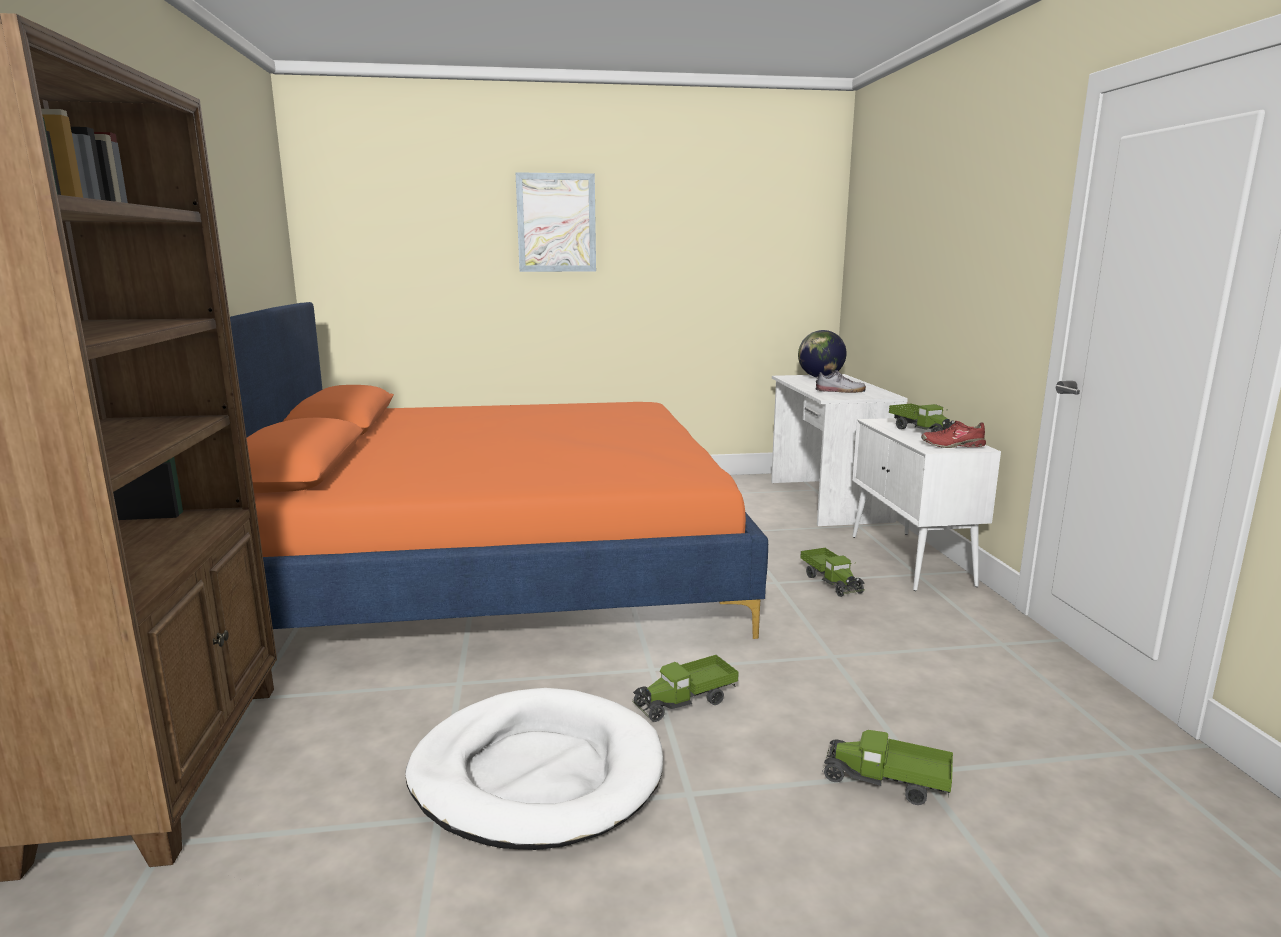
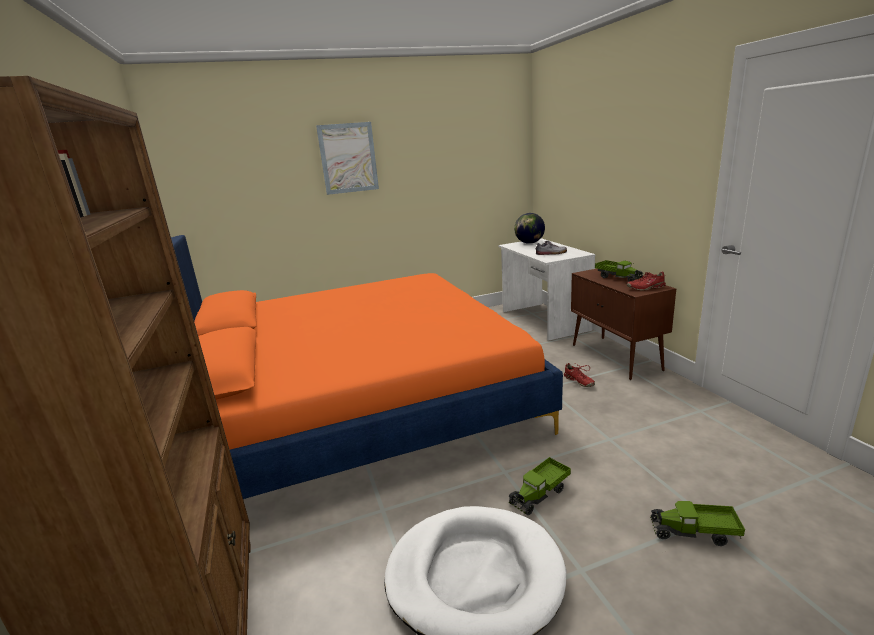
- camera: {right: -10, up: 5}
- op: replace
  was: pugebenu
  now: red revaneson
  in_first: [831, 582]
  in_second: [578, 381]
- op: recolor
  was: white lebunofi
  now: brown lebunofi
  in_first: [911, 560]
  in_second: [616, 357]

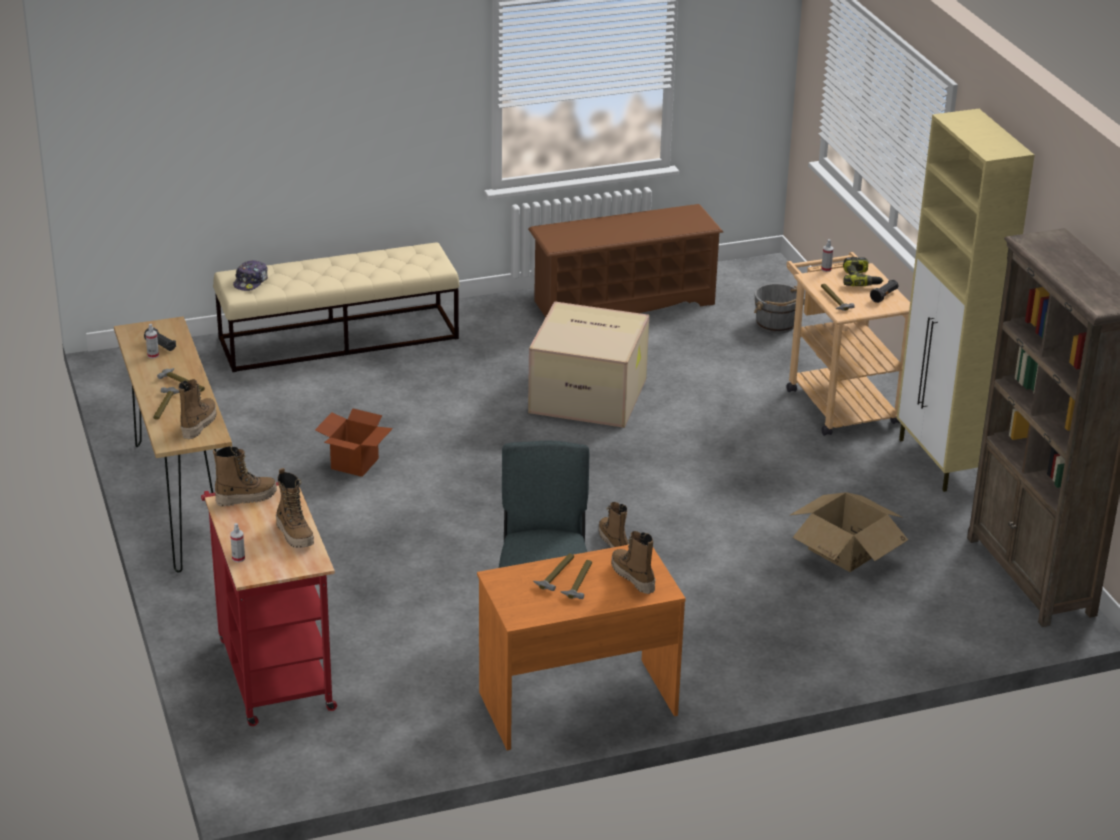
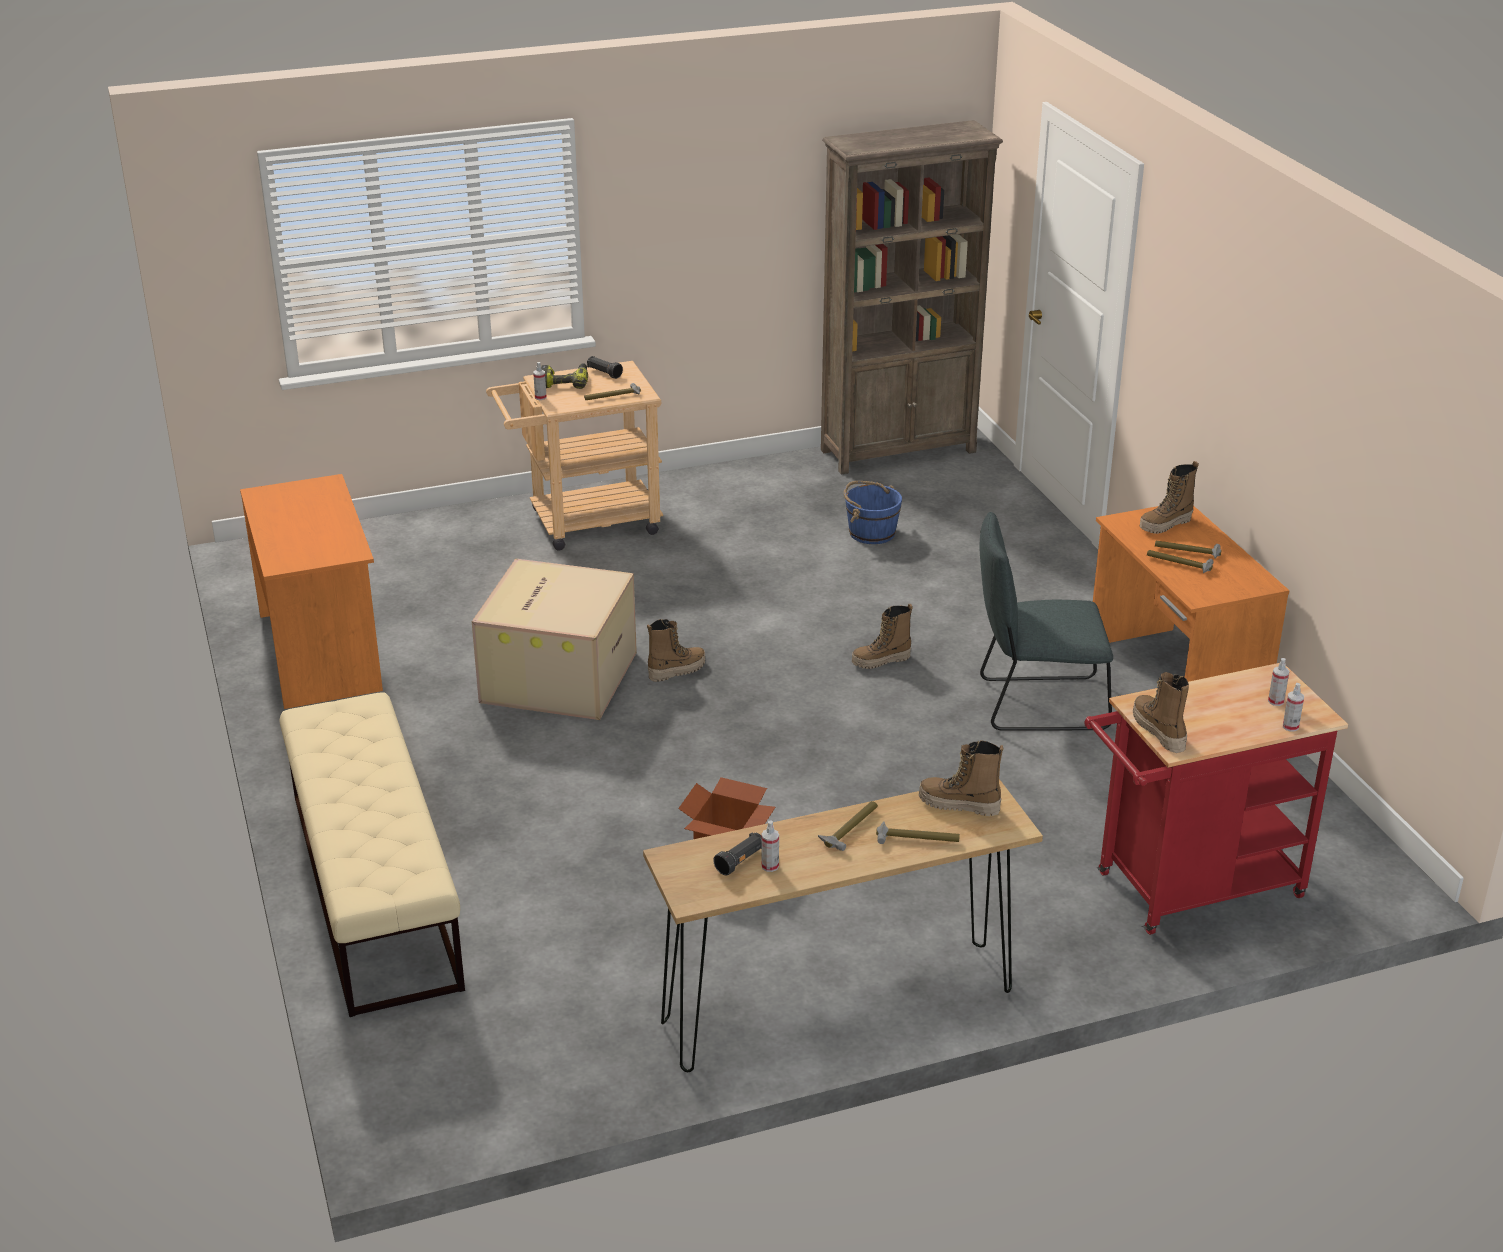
- camera: {right: -90, up: 0}
- op: delete
  was: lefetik
  in_first: [251, 281]
- op: move
  was: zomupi
  in_first: [295, 534]
  in_second: [677, 670]
- op: replace
  was: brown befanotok
  now: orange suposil
  in_first: [623, 302]
  in_second: [322, 651]
- op: delete
  was: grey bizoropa
  in_first: [776, 324]
- op: replace
  was: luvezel
  now: blue bizoropa
  in_first: [846, 550]
  in_second: [871, 532]
- op: delete
  was: beige lebunofi
  in_first: [940, 462]
- op: insert
  now: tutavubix
  in_second: [1276, 701]

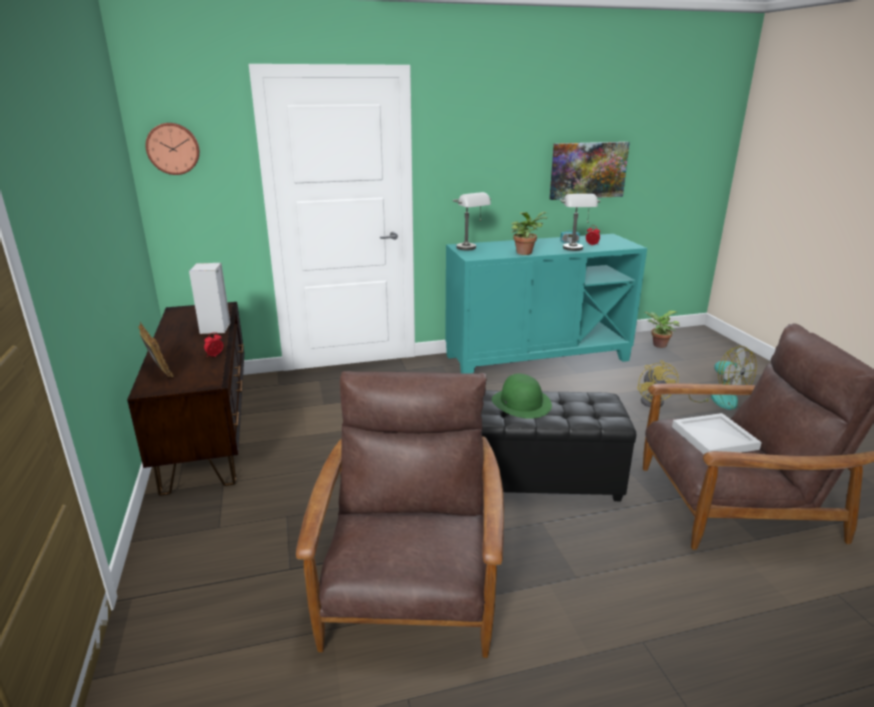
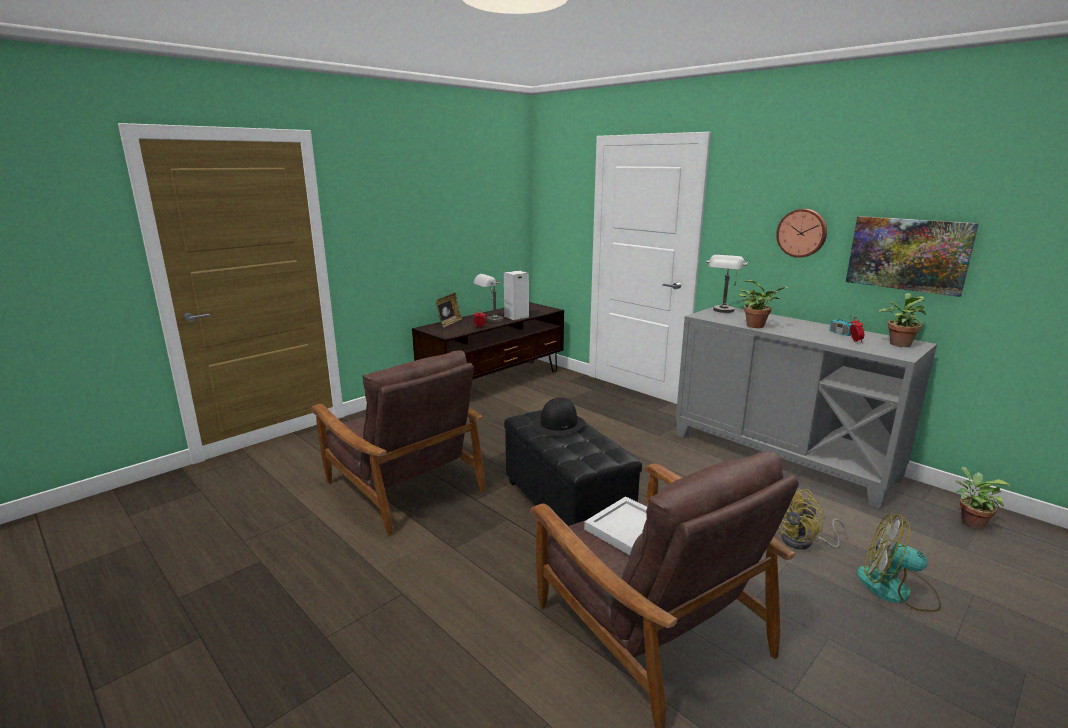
- camera: {right: 60, up: -5}
- op: move
  was: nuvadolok
  in_first: [173, 148]
  in_second: [802, 233]
- op: rotate
  was: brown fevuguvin
  in_first: [410, 583]
  in_second: [403, 486]
  clockwise: 75
- op: recolor
  was: turquoise lebunofi
  now: grey lebunofi
  in_first: [537, 358]
  in_second: [781, 455]
- op: recolor
  was: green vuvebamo
  now: black vuvebamo
  in_first: [521, 403]
  in_second: [558, 424]
- op: move
  was: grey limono
  in_first: [575, 250]
  in_second: [490, 320]
- op: rotate
  was: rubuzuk
  in_first: [717, 397]
  in_second: [896, 590]
  clockwise: 90
- op: insert
  now: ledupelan
  in_second: [898, 343]

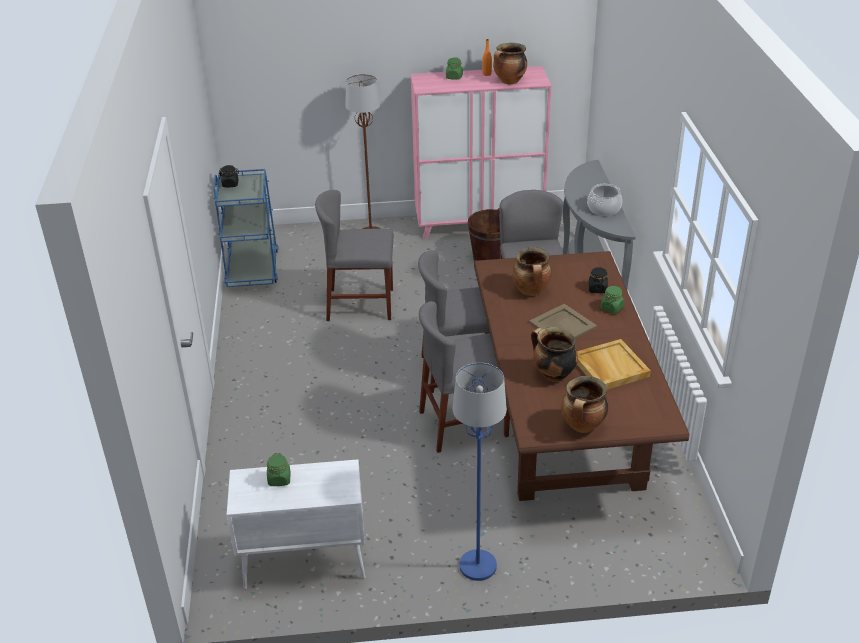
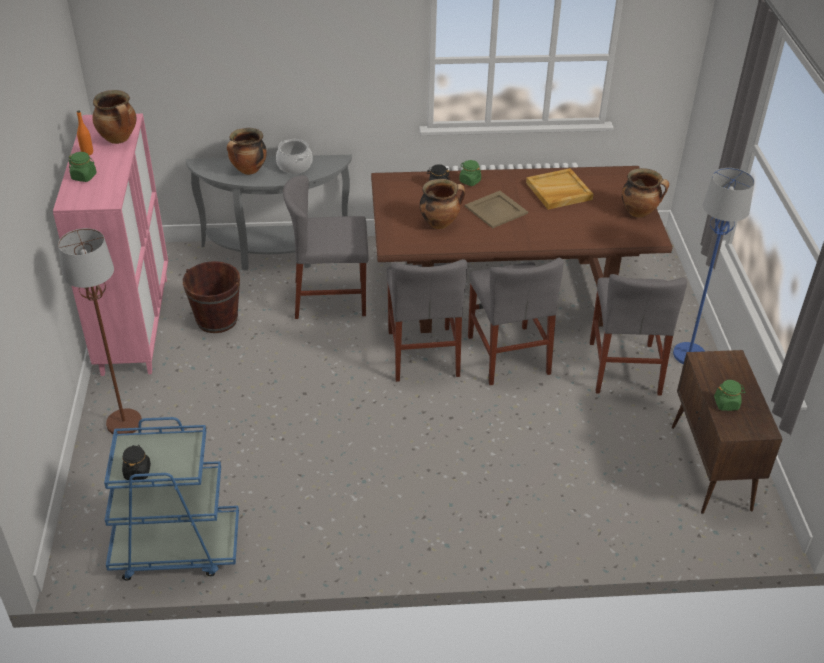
- camera: {right: -90, up: 5}
- op: recolor
  was: white lebunofi
  now: brown lebunofi
  in_first: [303, 563]
  in_second: [711, 468]
- op: move
  was: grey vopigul
  in_first: [360, 304]
  in_second: [624, 368]
- op: move
  was: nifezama
  in_first: [552, 374]
  in_second: [248, 170]

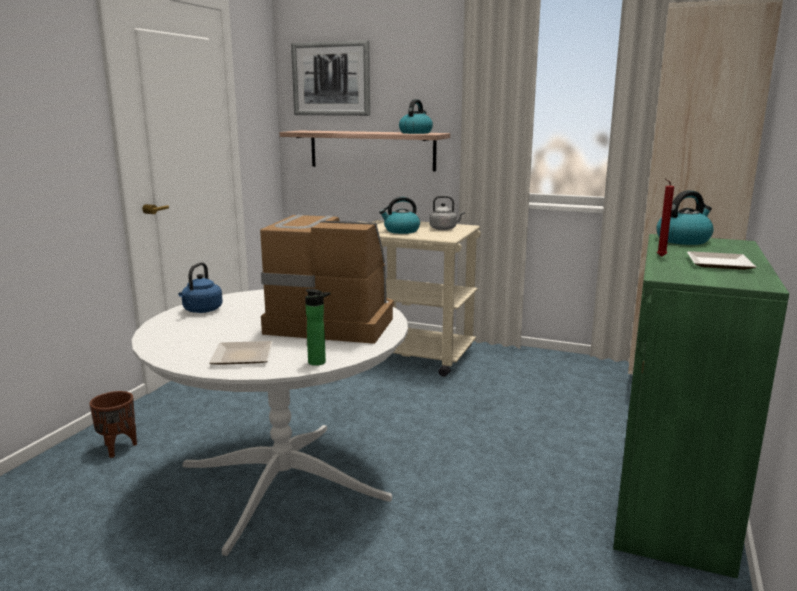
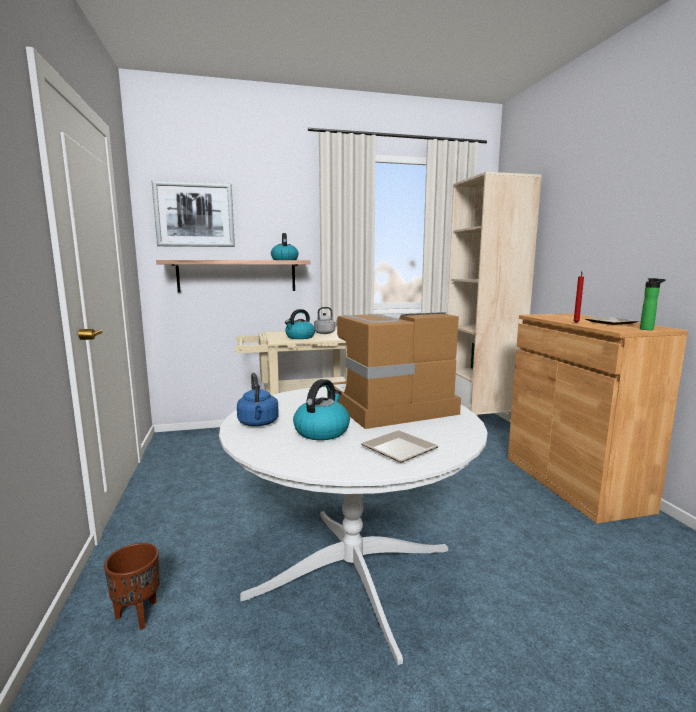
- camera: {right: -35, up: -5}
- op: move
  was: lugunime
  in_first: [319, 363]
  in_second: [648, 329]
- op: recolor
  was: green lebunofi
  now: brown lebunofi
  in_first: [672, 500]
  in_second: [574, 483]
- op: move
  was: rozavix
  in_first: [683, 240]
  in_second: [322, 431]

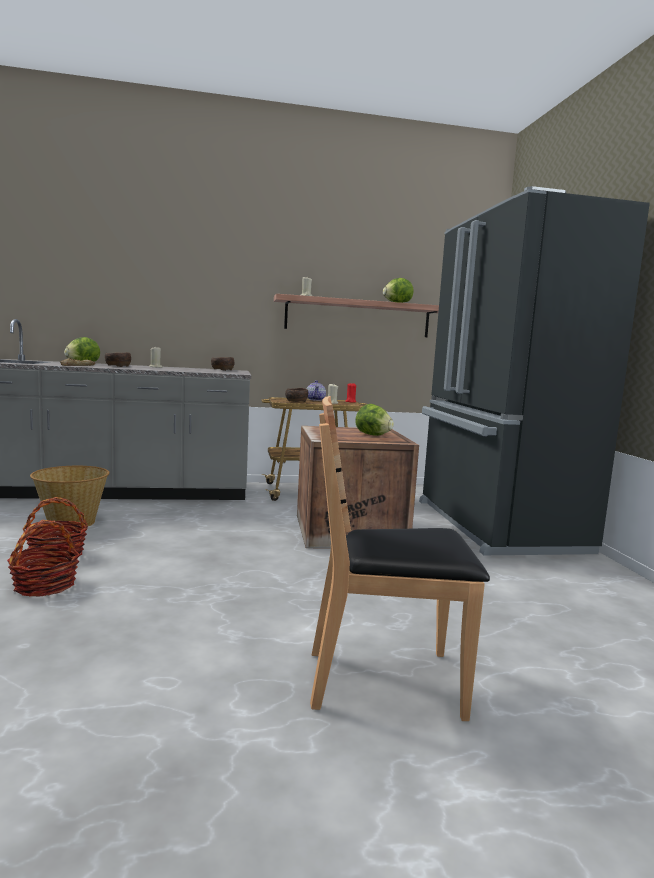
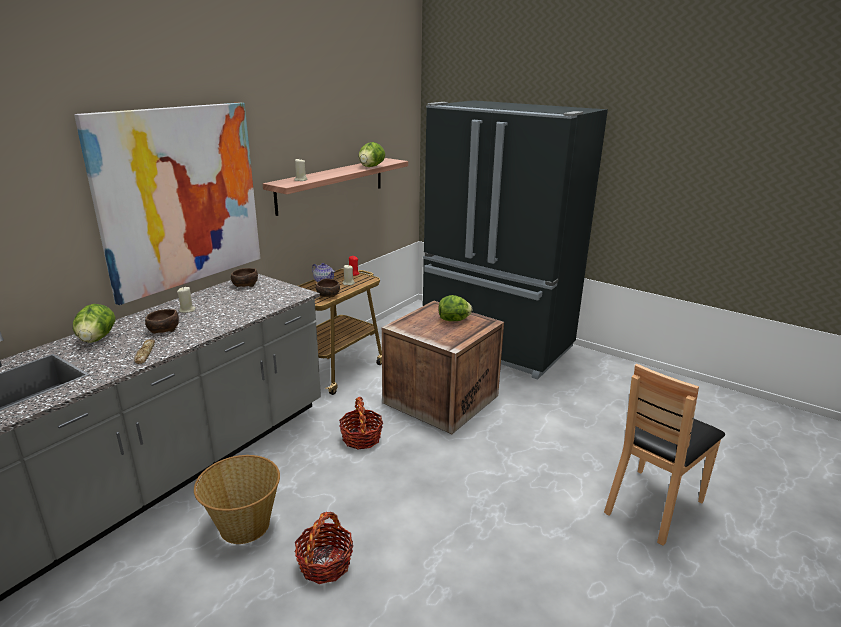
- camera: {right: -45, up: 15}
- op: move
  was: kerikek
  in_first: [45, 585]
  in_second: [361, 438]
- op: insert
  now: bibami
  in_second: [180, 198]

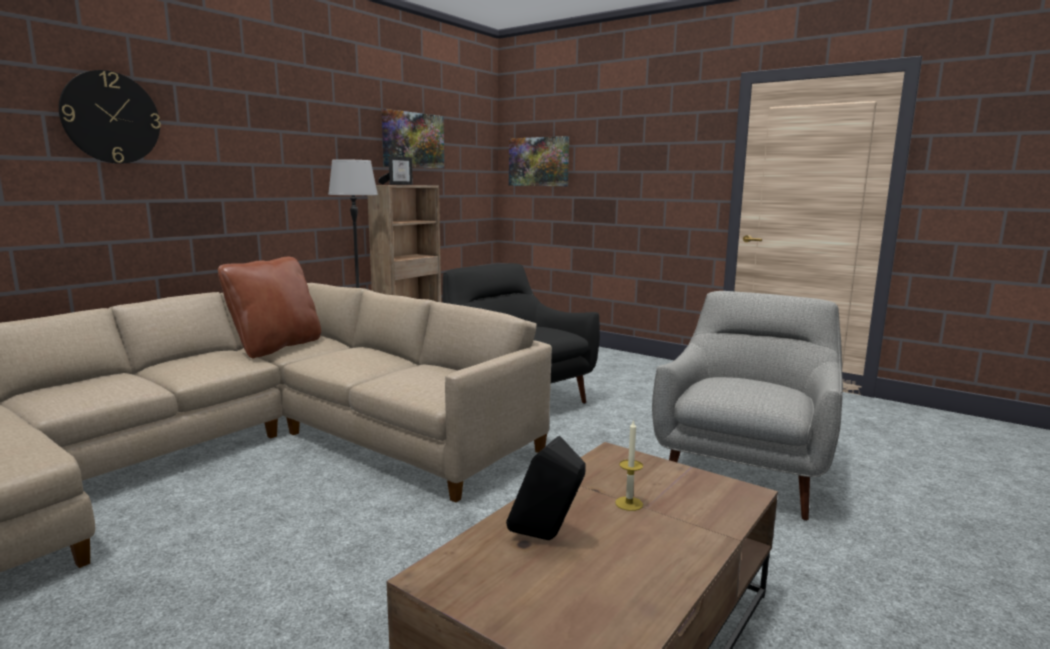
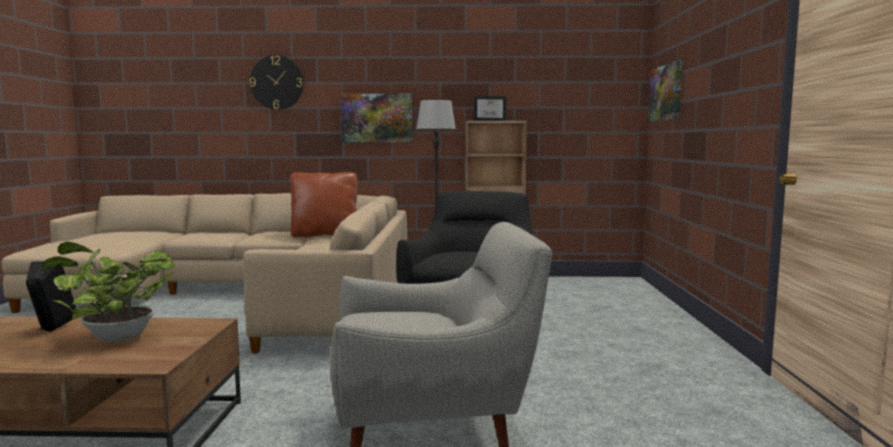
- camera: {right: 55, up: -5}
- op: move
  was: bibami
  in_first: [413, 140]
  in_second: [377, 118]
- op: replace
  was: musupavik
  now: ledupelan
  in_first: [629, 503]
  in_second: [114, 339]

